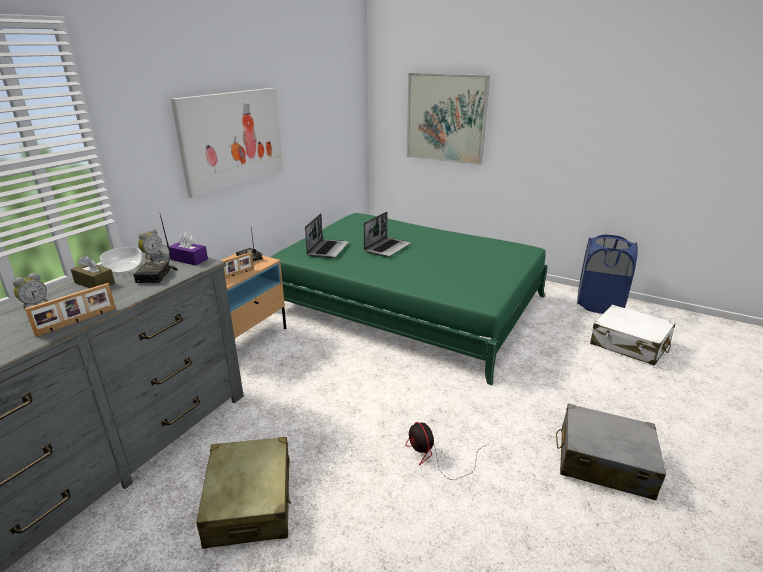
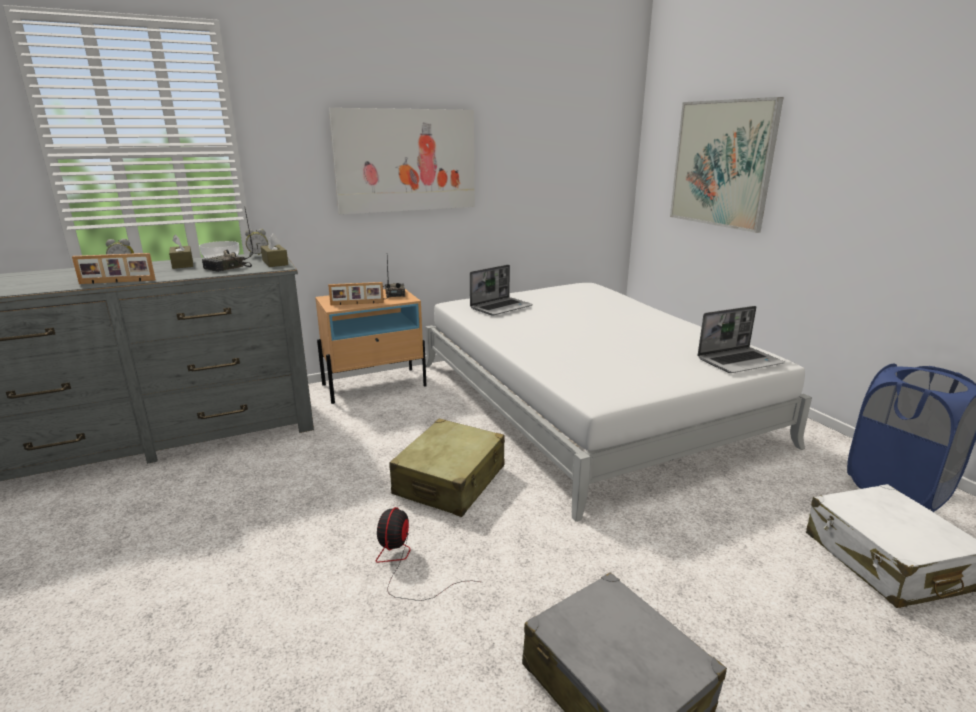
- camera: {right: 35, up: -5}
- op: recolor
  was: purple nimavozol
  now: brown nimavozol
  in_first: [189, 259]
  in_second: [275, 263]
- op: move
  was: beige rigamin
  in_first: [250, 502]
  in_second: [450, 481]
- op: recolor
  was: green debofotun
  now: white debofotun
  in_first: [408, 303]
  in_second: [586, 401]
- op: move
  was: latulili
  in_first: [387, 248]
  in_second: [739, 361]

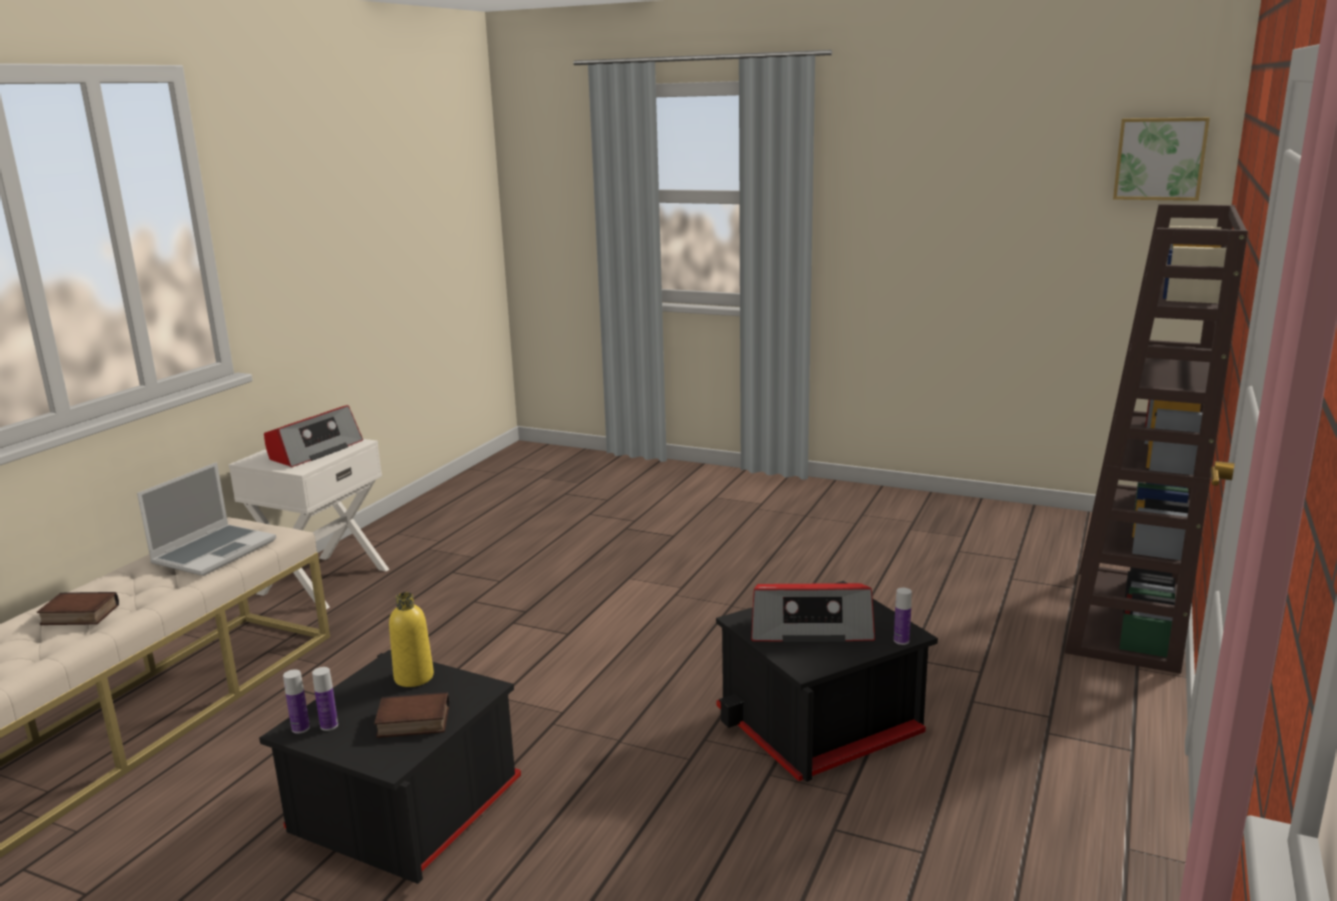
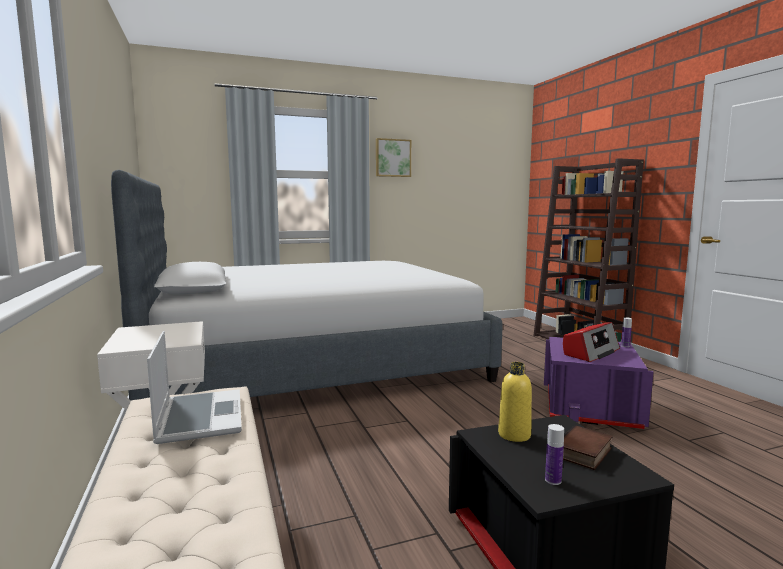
- camera: {right: -45, up: -10}
- op: delete
  was: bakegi
  in_first: [78, 615]
- op: delete
  was: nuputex
  in_first: [314, 451]
- op: delete
  was: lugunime
  in_first: [300, 728]
- op: recolor
  was: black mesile
  now: purple mesile
  in_first: [822, 723]
  in_second: [591, 408]
- op: move
  was: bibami
  in_first: [1160, 159]
  in_second: [392, 158]
- op: insert
  now: debofotun
  in_second: [313, 365]

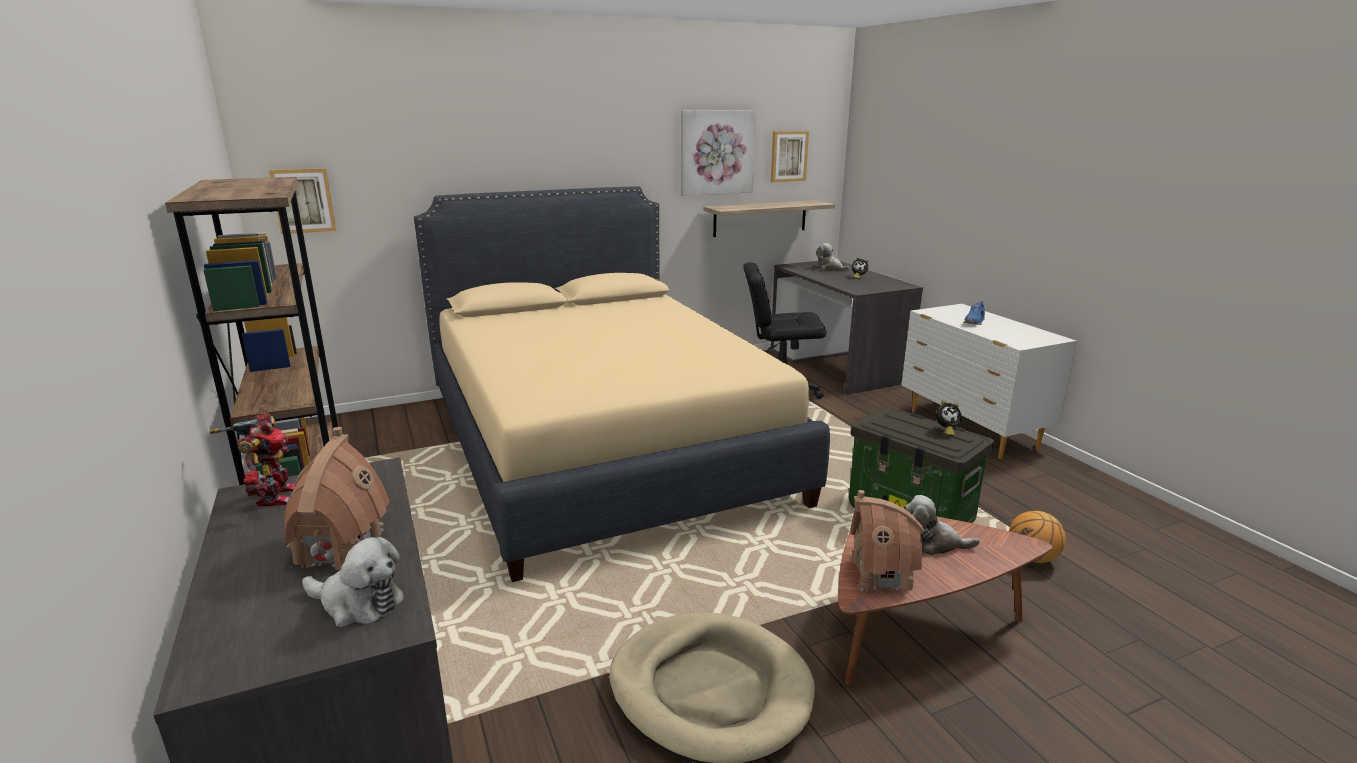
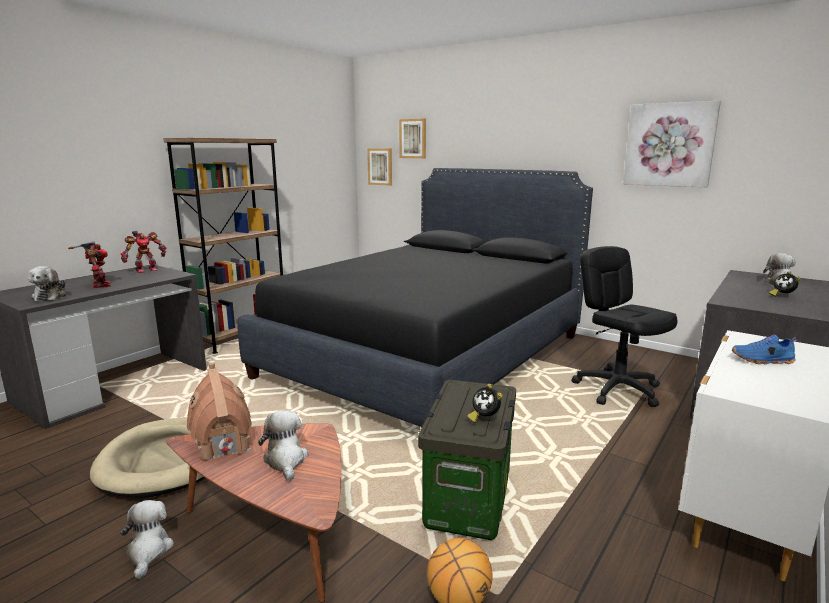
- camera: {right: 60, up: -5}
- op: replace
  was: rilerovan
  now: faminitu
  in_first: [339, 547]
  in_second: [99, 285]
- op: recolor
  was: beige debofotun
  now: black debofotun
  in_first: [602, 446]
  in_second: [428, 355]
- op: delete
  was: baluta
  in_first: [760, 218]
- op: move
  was: bibami
  in_first: [788, 156]
  in_second: [413, 138]
- op: insert
  now: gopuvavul
  in_second: [148, 551]

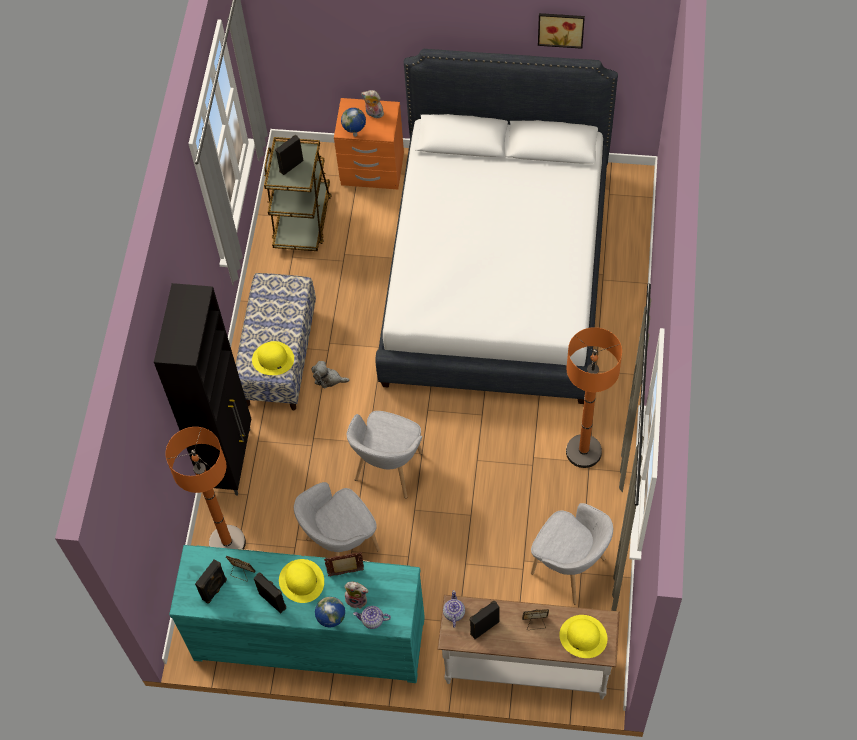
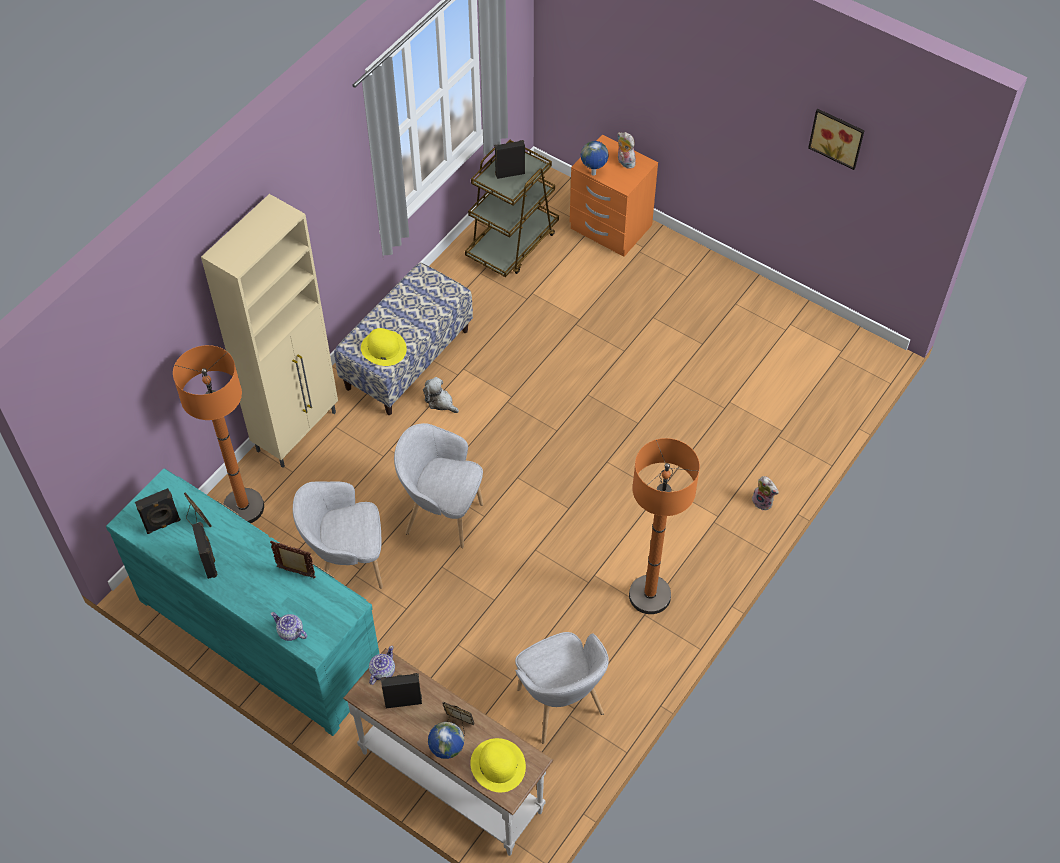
- camera: {right: 25, up: -5}
- op: recolor
  was: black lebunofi
  now: beige lebunofi
  in_first: [230, 459]
  in_second: [298, 431]
- op: delete
  was: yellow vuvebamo
  in_first: [301, 581]
- op: move
  was: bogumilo
  in_first: [332, 622]
  in_second: [446, 754]
- op: move
  was: gopuvavul
  in_first: [357, 599]
  in_second: [763, 502]
- op: rotate
  was: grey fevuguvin
  in_first: [388, 469]
  in_second: [442, 515]
  clockwise: 60
- op: delete
  was: white debofotun
  in_first: [497, 274]

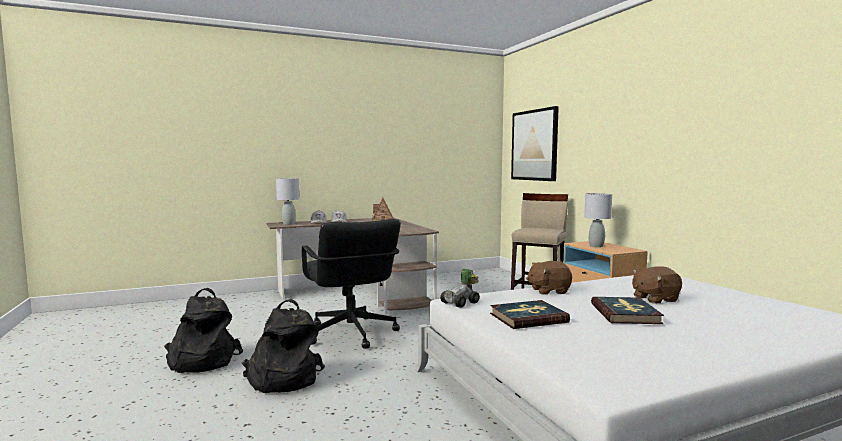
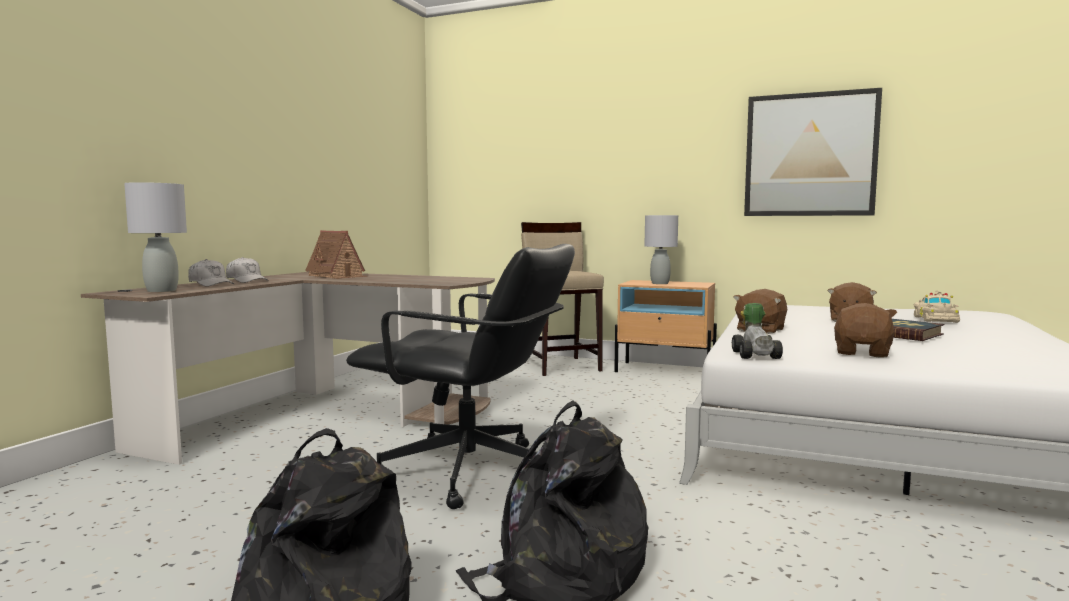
- camera: {right: -45, up: 0}
- op: replace
  was: bakegi
  now: brown gopuvavul
  in_first: [528, 318]
  in_second: [863, 352]
- op: move
  was: bibami
  in_first: [534, 145]
  in_second: [810, 155]
- op: insert
  now: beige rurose
  in_second: [935, 319]

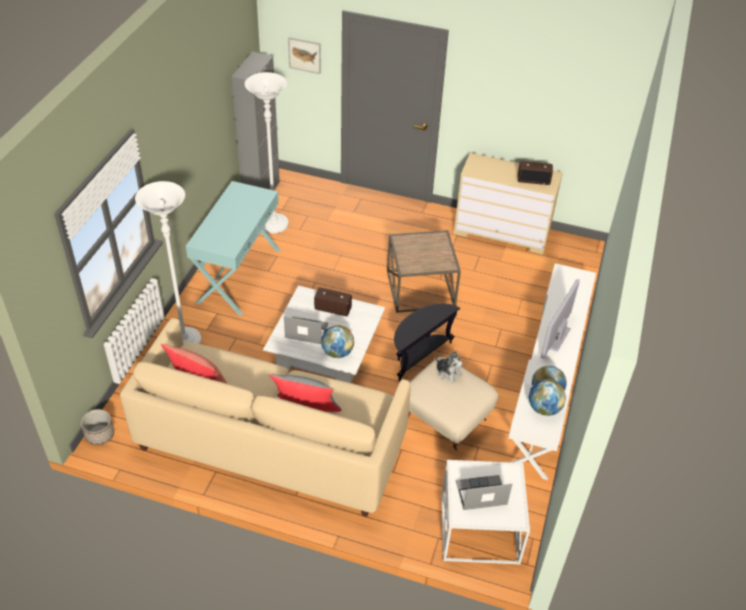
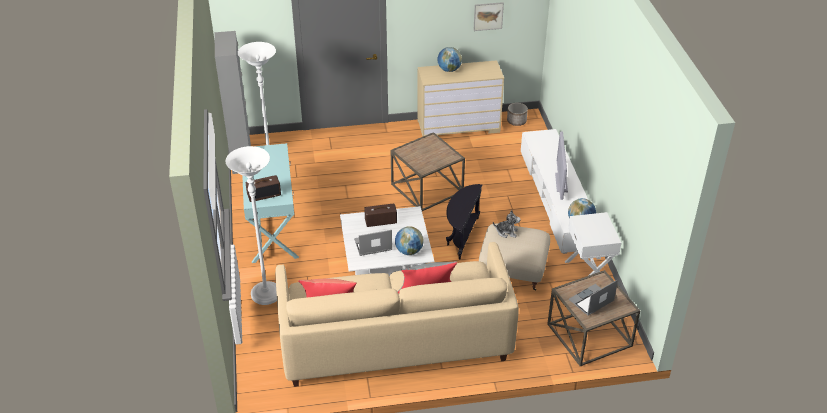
- camera: {right: -25, up: -5}
- op: move
  was: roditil
  in_first: [100, 435]
  in_second: [516, 121]
- op: move
  was: bibami
  in_first: [304, 55]
  in_second: [488, 16]
- op: recolor
  was: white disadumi
  now: brown disadumi
  in_first: [479, 529]
  in_second: [589, 335]
- op: move
  was: nuputex
  in_first: [534, 179]
  in_second: [264, 194]
- op: move
  was: bogumilo
  in_first: [543, 408]
  in_second: [449, 70]

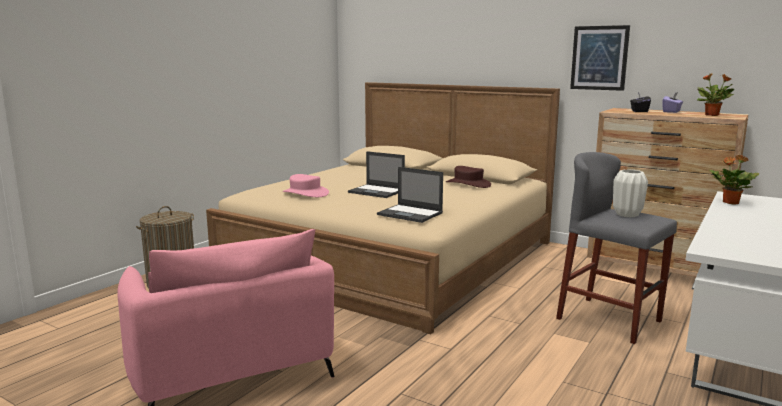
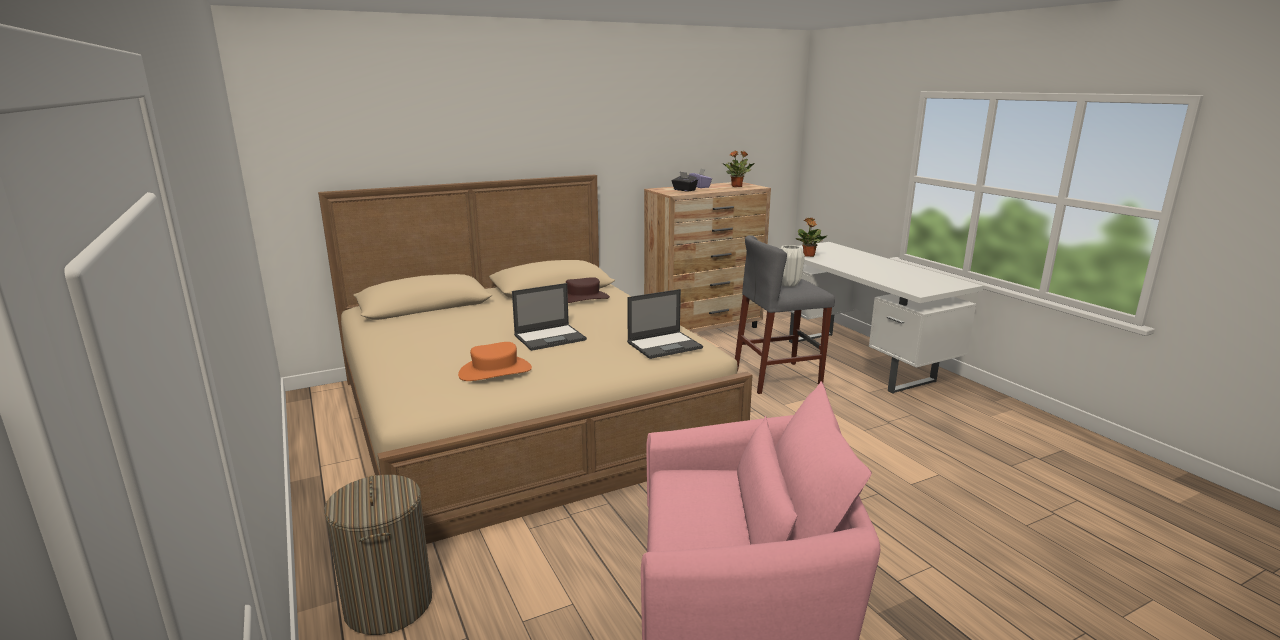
- camera: {right: -60, up: 5}
- op: recolor
  was: pink vuvebamo
  now: orange vuvebamo
  in_first: [305, 193]
  in_second: [495, 371]
- op: delete
  was: bibami
  in_first: [599, 58]

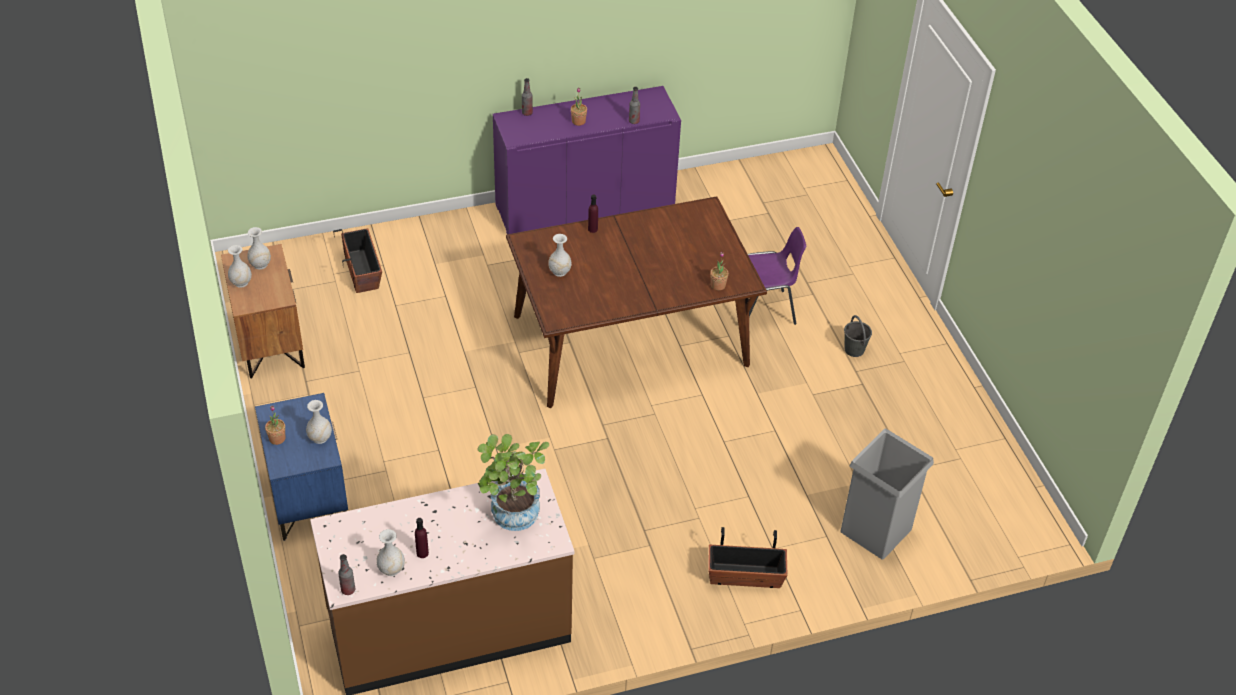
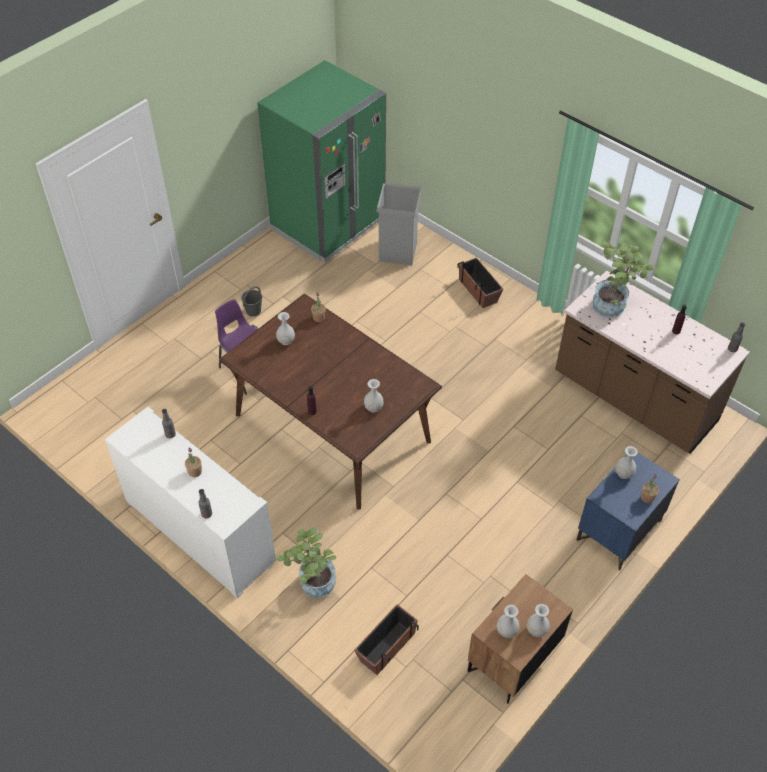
- camera: {right: -120, up: 5}
- op: move
  was: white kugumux
  in_first: [392, 569]
  in_second: [285, 340]
- op: recolor
  was: purple lebunofi
  now: white lebunofi
  in_first: [585, 207]
  in_second: [199, 531]
- op: insert
  now: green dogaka
  in_second: [328, 224]
- op: insert
  now: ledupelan
  in_second: [312, 585]

